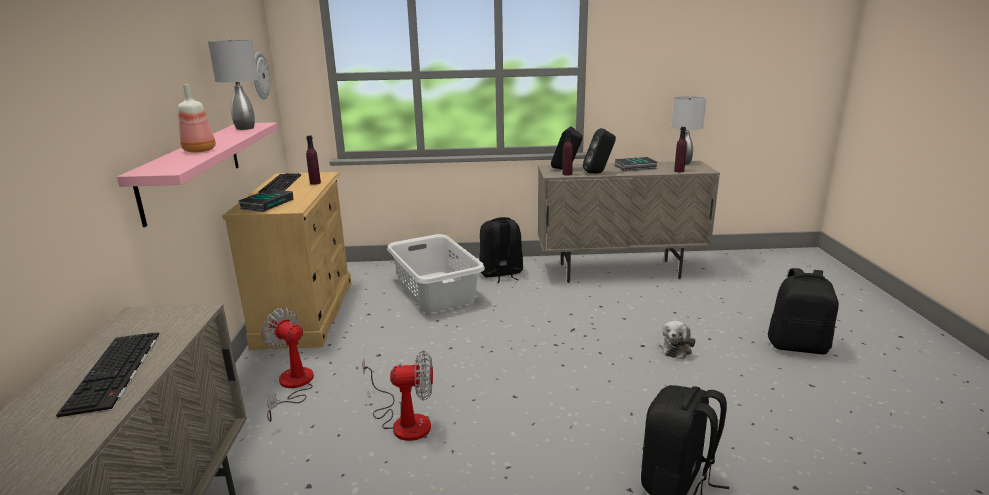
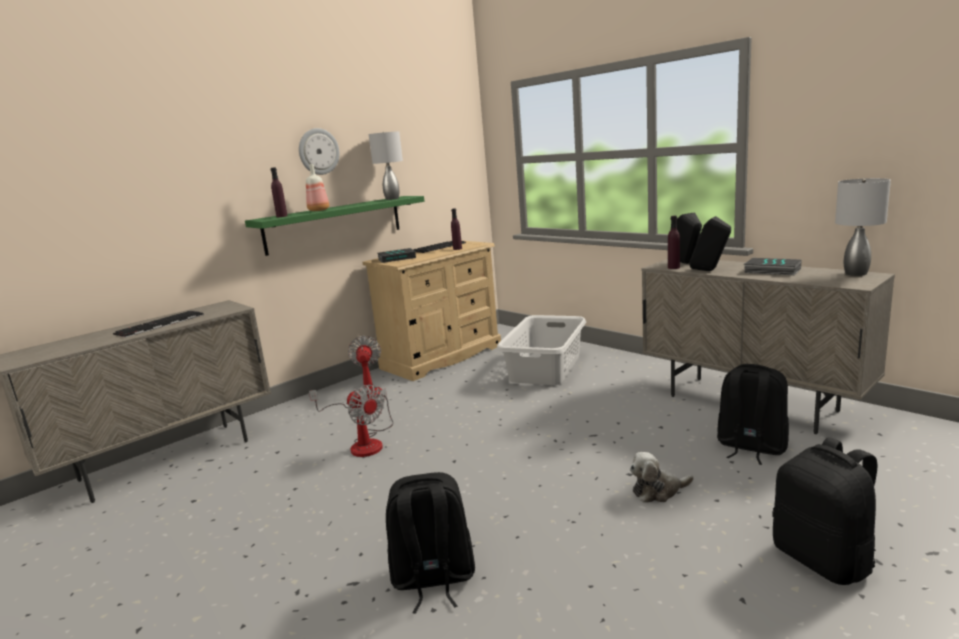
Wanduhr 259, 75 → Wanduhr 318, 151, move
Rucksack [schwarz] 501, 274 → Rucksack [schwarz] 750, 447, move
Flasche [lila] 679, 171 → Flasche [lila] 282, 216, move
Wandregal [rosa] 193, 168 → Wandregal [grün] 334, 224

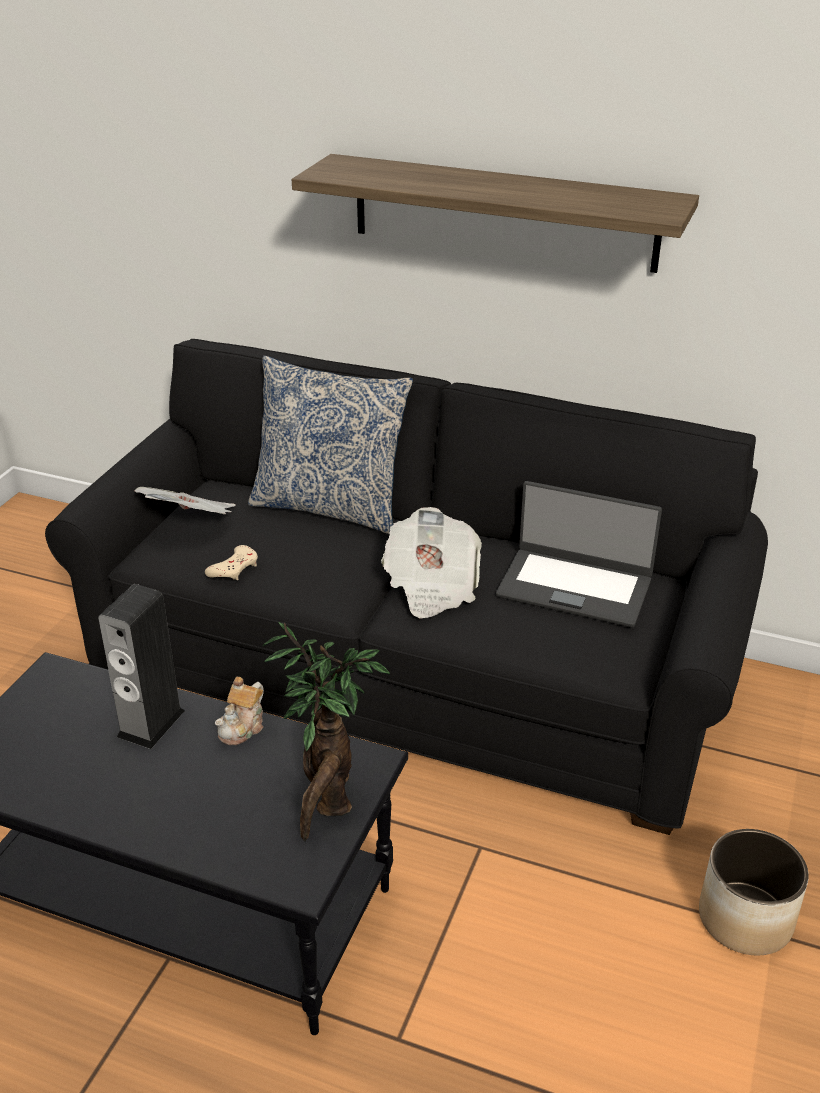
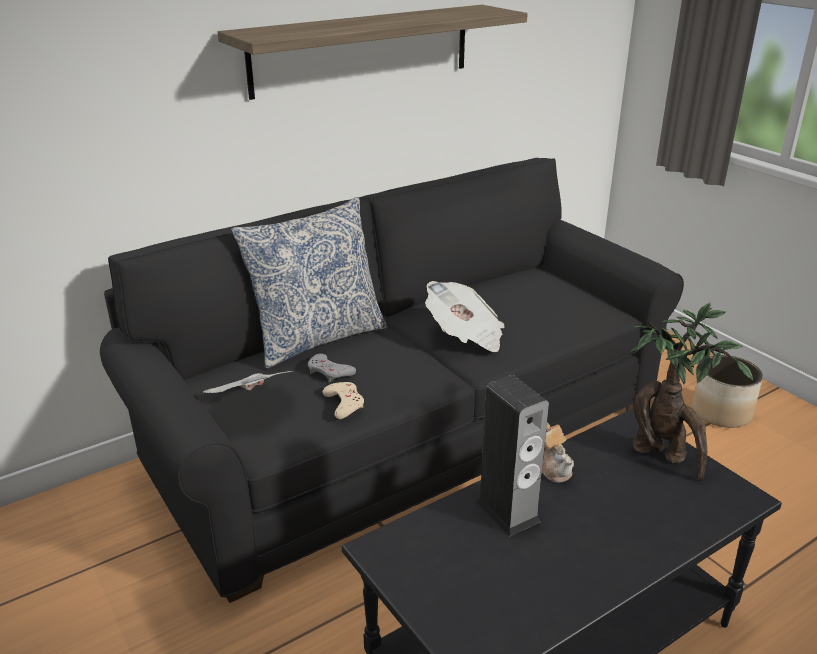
Laptop 575, 586 → -
- → Gamepad [grau] 329, 372

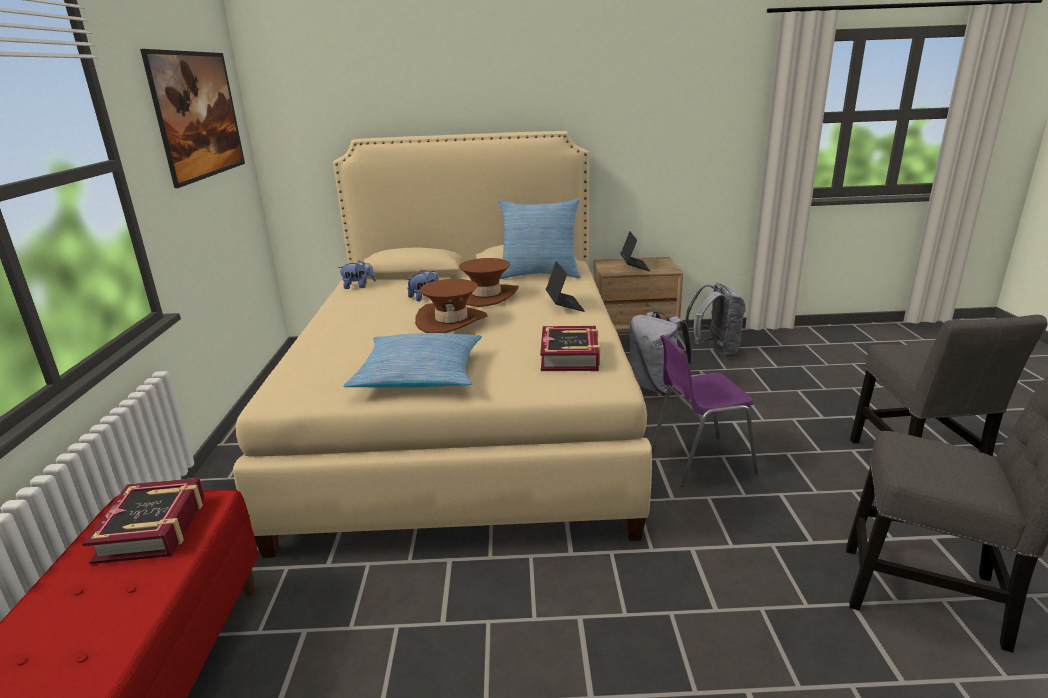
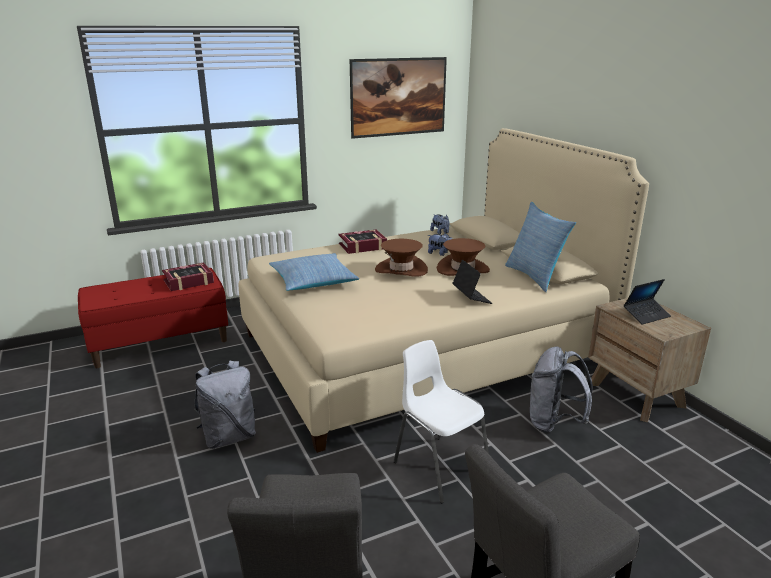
Buch 570, 356 → Buch 362, 246, move
Rucksack [grau] 714, 351 → Rucksack [grau] 229, 437, move
Stuhl [lila] 698, 461 → Stuhl [weiß] 439, 466
Laptop 564, 305 → Laptop 471, 297, 75 degrees counterclockwise

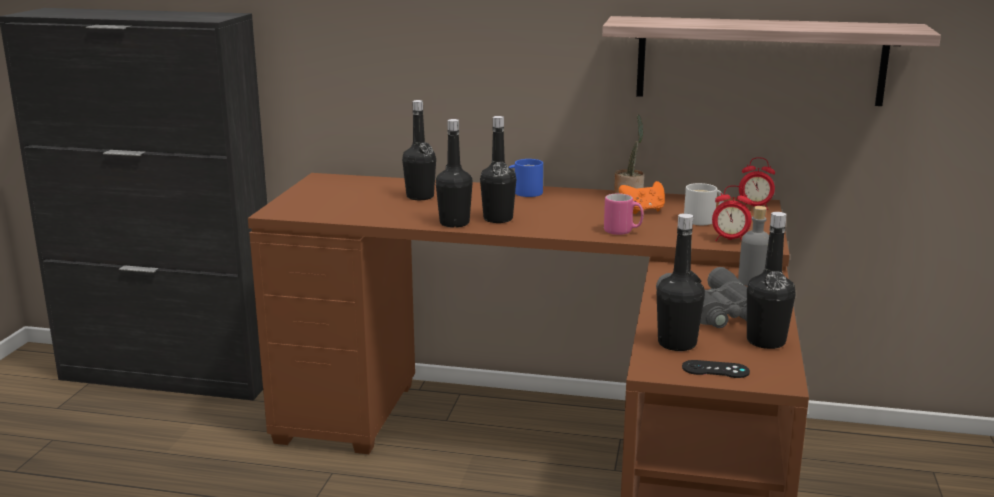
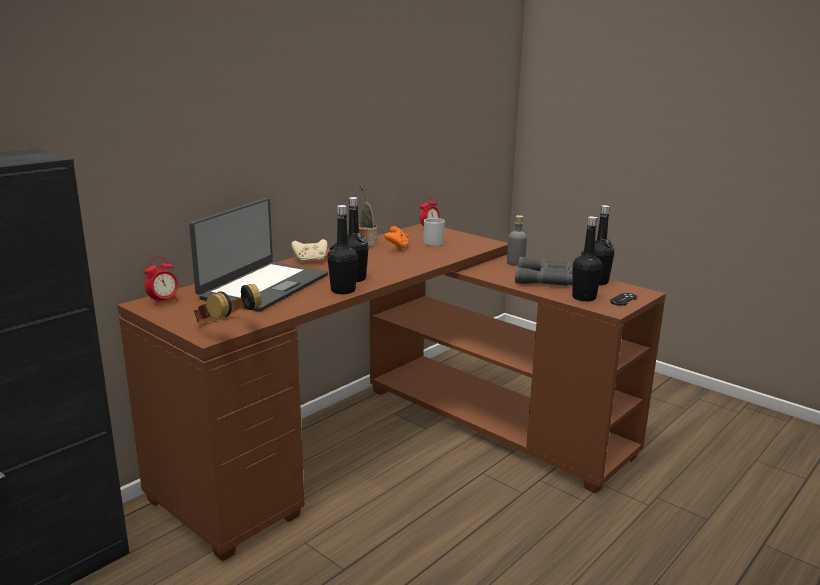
Wandregal 759, 60 → -
Henkelbecher [rosa] 623, 232 → -
- → Kopfhörer 226, 328
Wecker 729, 240 → Wecker 163, 301, move
Flasche [schwarz] 420, 197 → Laptop 263, 286
Henkelbecher [blau] 525, 192 → Gamepad [beige] 310, 261

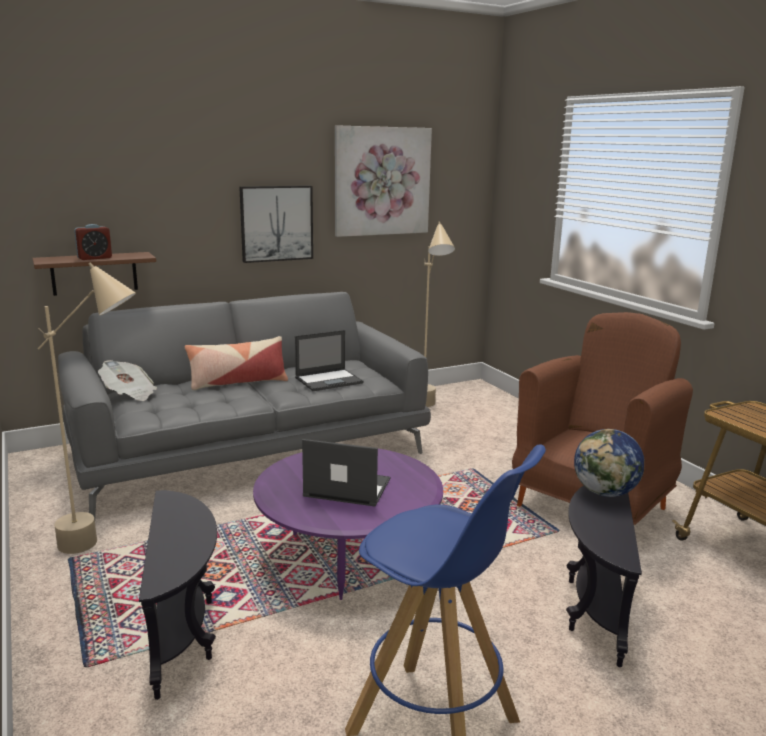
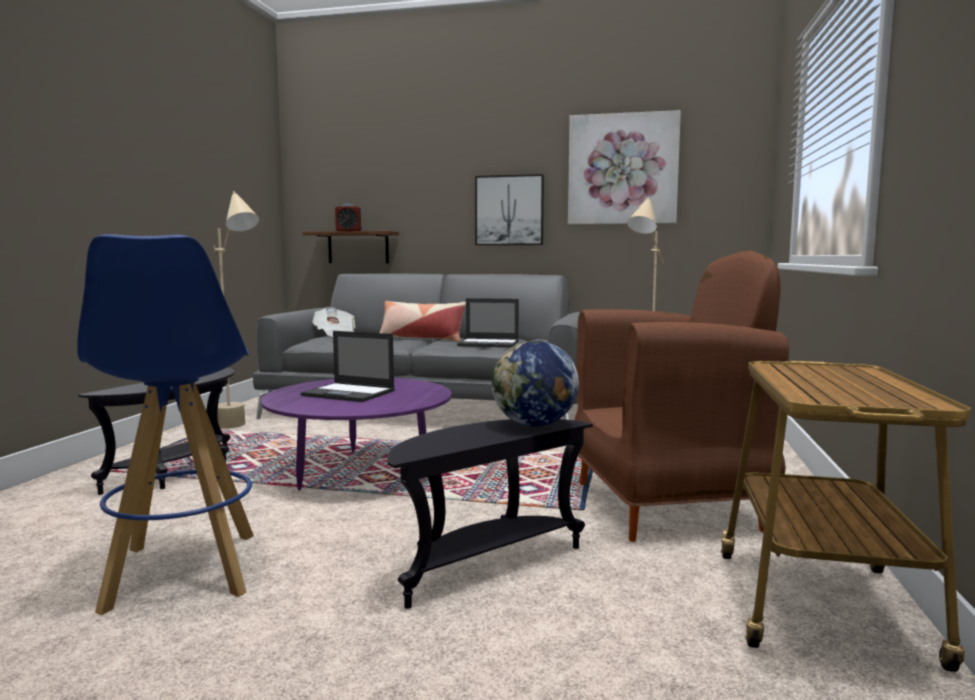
Laptop 346, 487 → Laptop 349, 393, 150 degrees clockwise

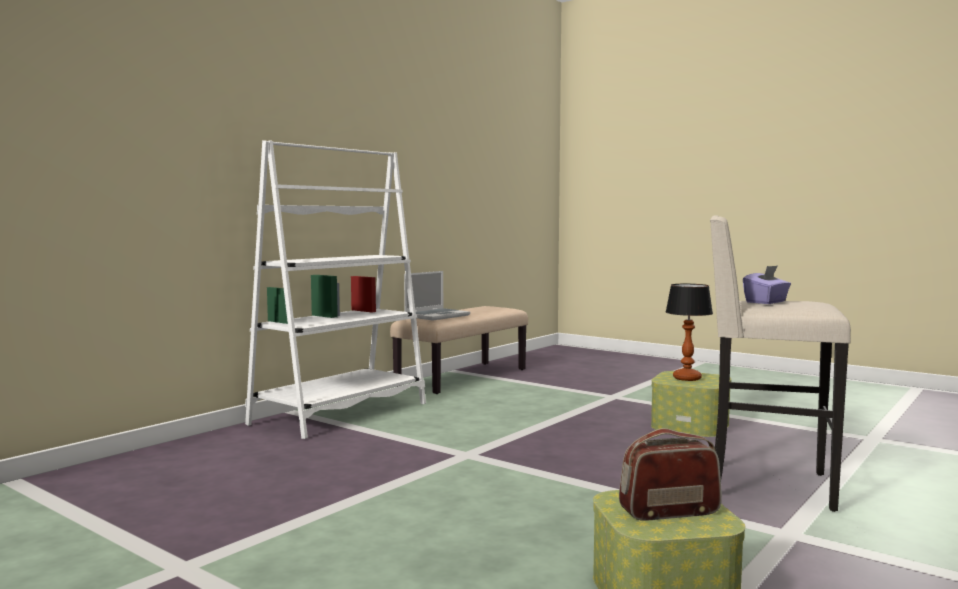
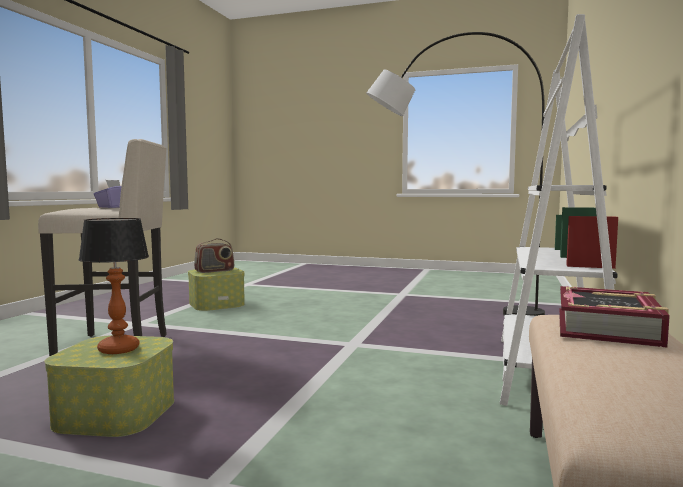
- → Stehlampe [grau] 447, 313
Laptop 437, 316 → Buch 608, 328

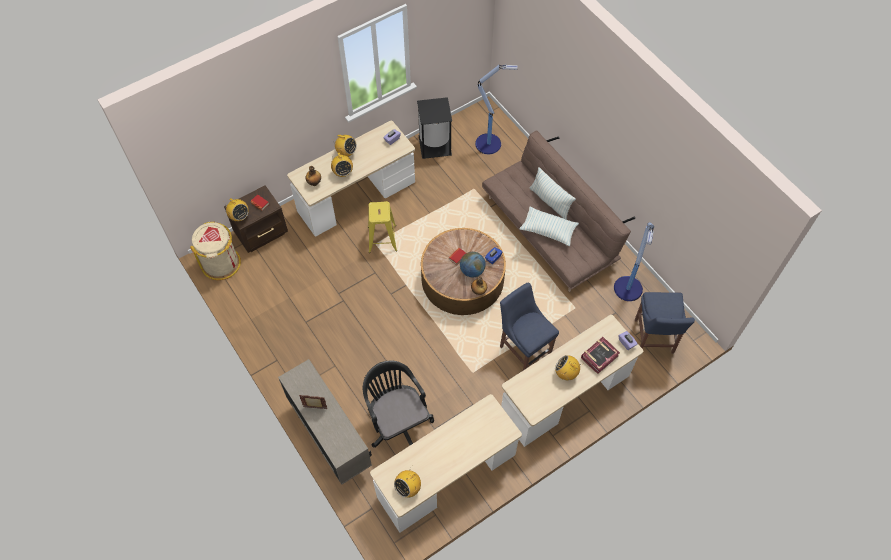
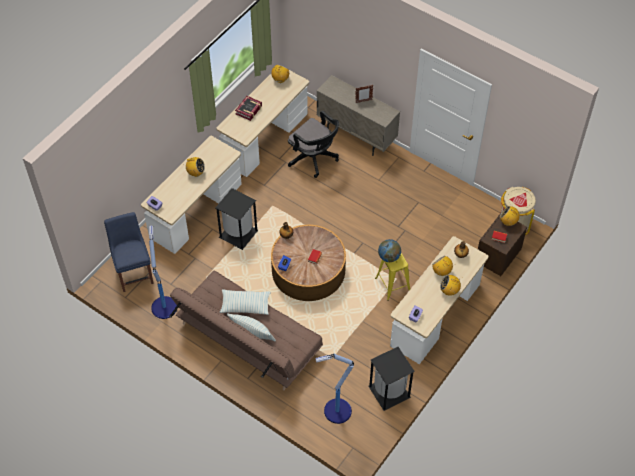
Globus 472, 271 → Globus 389, 257, move
Buch 599, 356 → Buch 249, 110, move
Stuhl [blau] 524, 348 → Mülleimer [schwarz] 238, 234

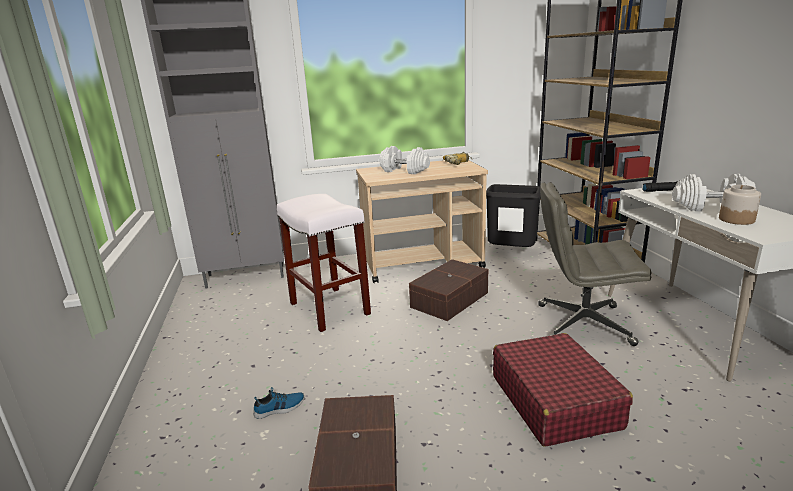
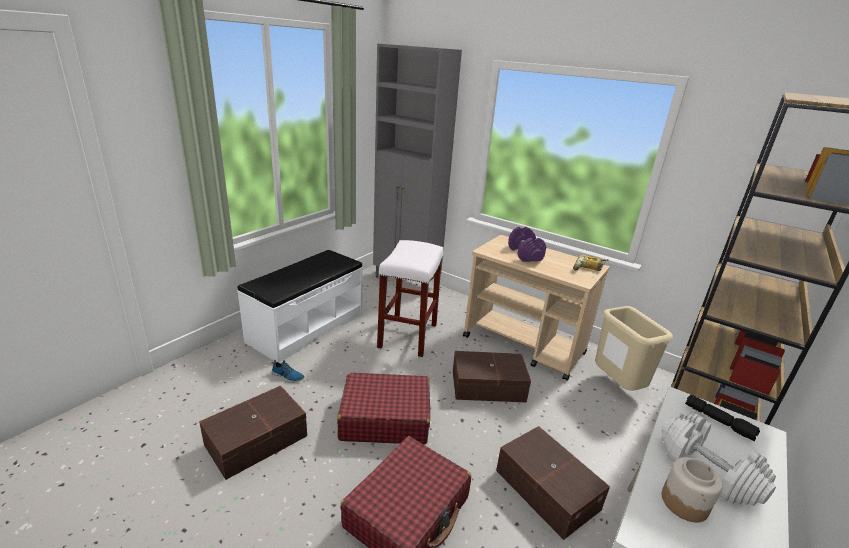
- → Bank [weiß] 306, 327
- → Koffer [rot] 384, 418
Bürostuhl [grau] 582, 324 → Aufbewahrungsbox [braun] 547, 488
Hantel [weiß] 404, 170 → Hantel [lila] 525, 254
Mülleimer [schwarz] 510, 254 → Mülleimer [beige] 616, 386

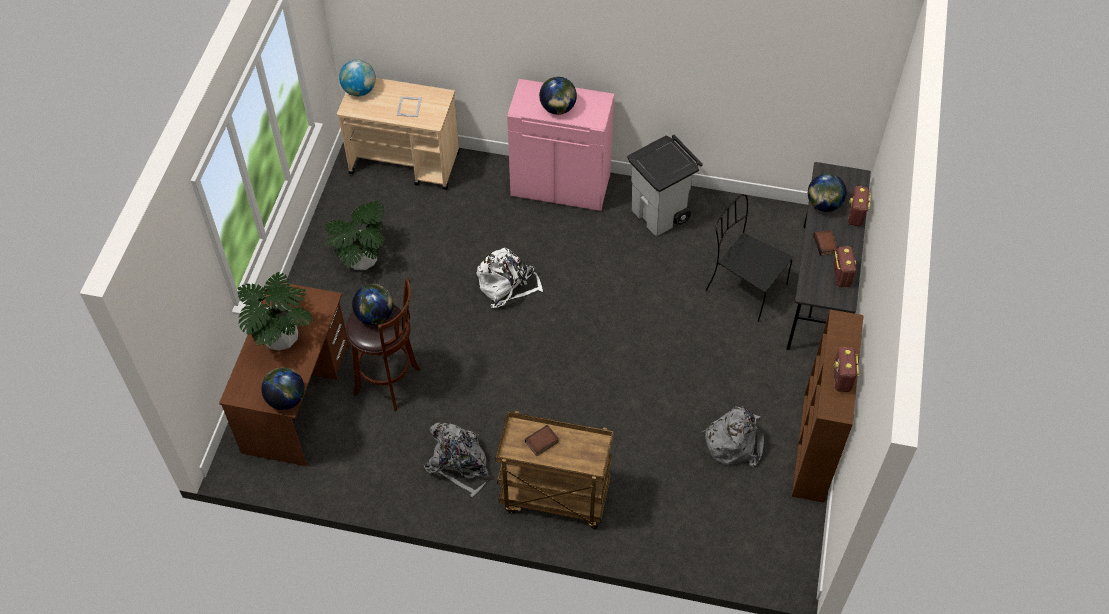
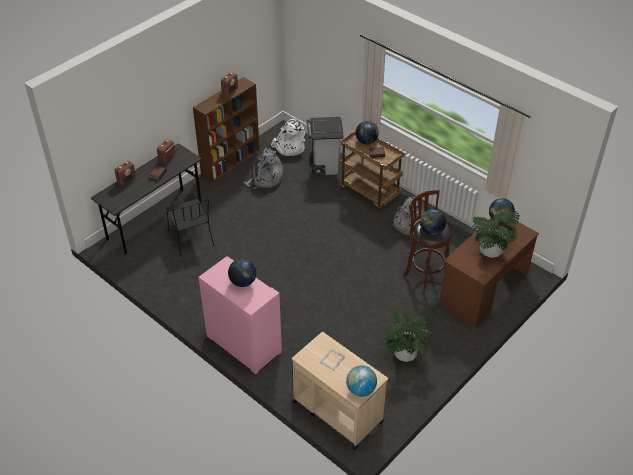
Rucksack [weiß] 507, 285 → Rucksack [weiß] 289, 147, move
Mülleimer [grau] 660, 214 → Mülleimer [grau] 324, 166, move
Globus 823, 205 → Globus 366, 141, move

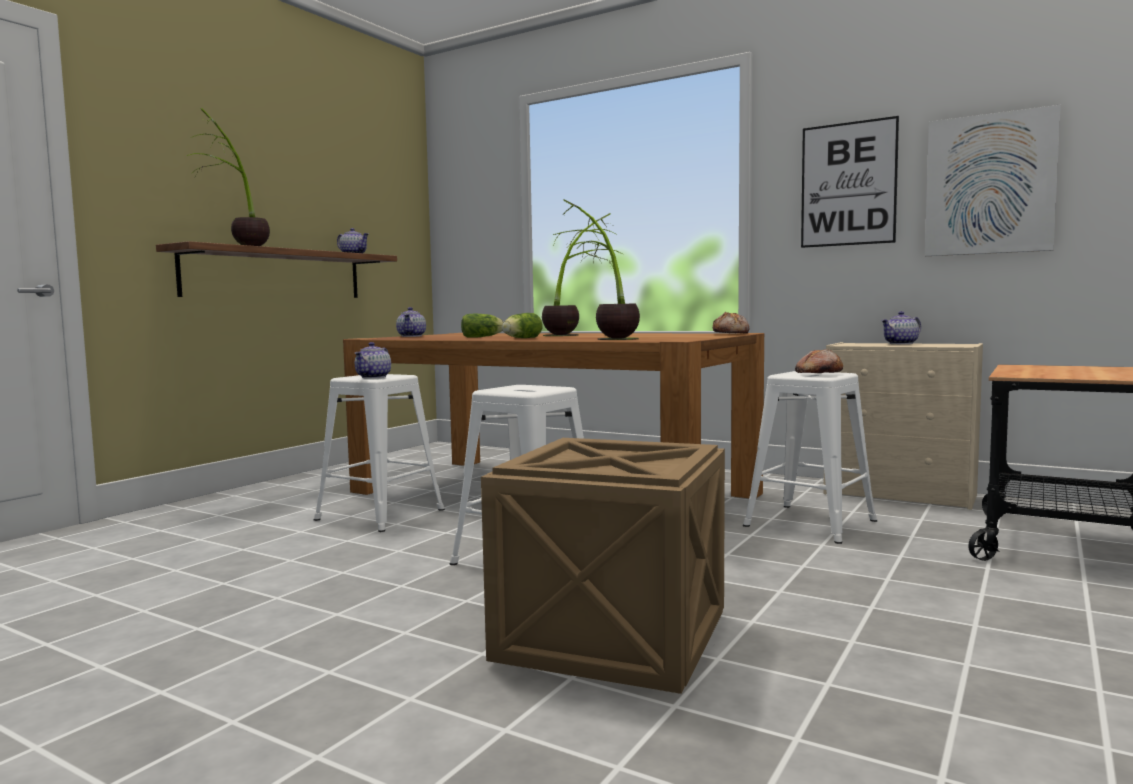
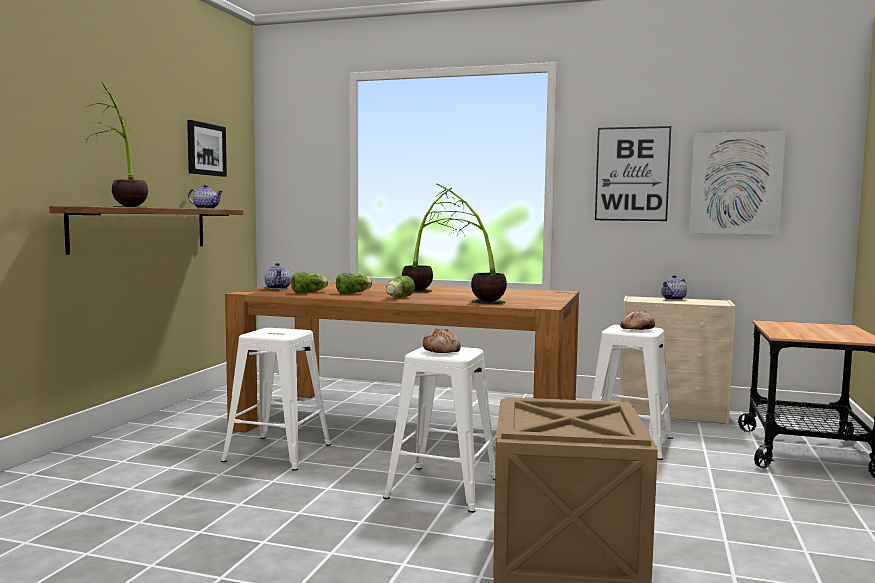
Teekanne 374, 377 → -
- → Bild 205, 149
- → Salatkopf 310, 292
Brot 731, 333 → Brot 442, 350, move

